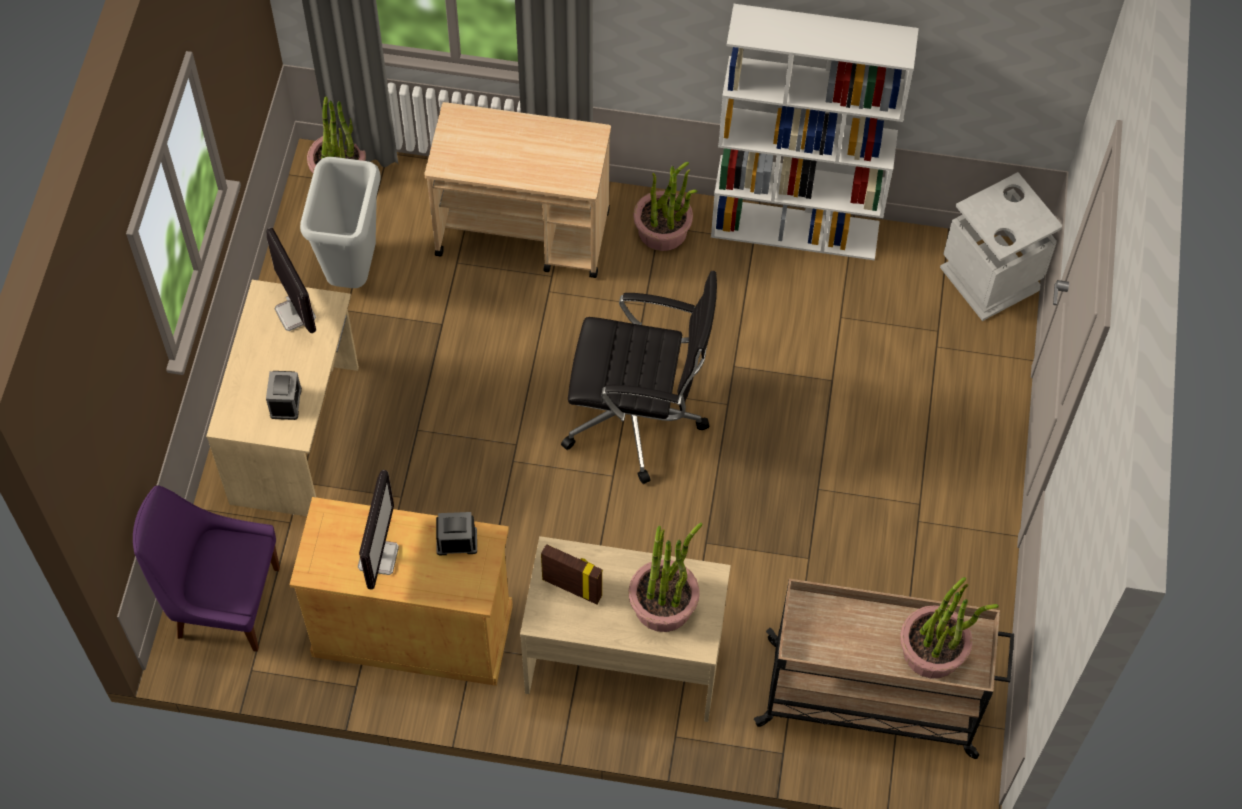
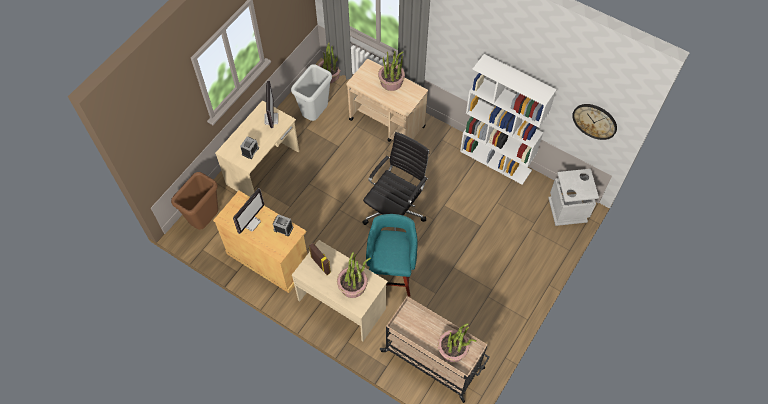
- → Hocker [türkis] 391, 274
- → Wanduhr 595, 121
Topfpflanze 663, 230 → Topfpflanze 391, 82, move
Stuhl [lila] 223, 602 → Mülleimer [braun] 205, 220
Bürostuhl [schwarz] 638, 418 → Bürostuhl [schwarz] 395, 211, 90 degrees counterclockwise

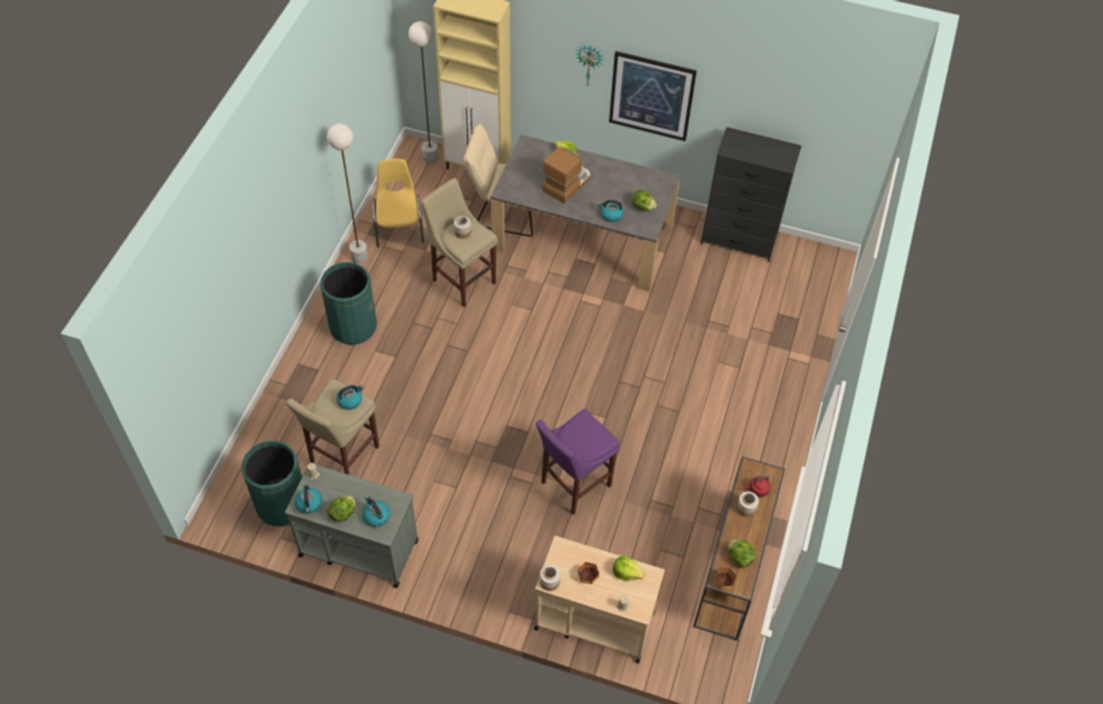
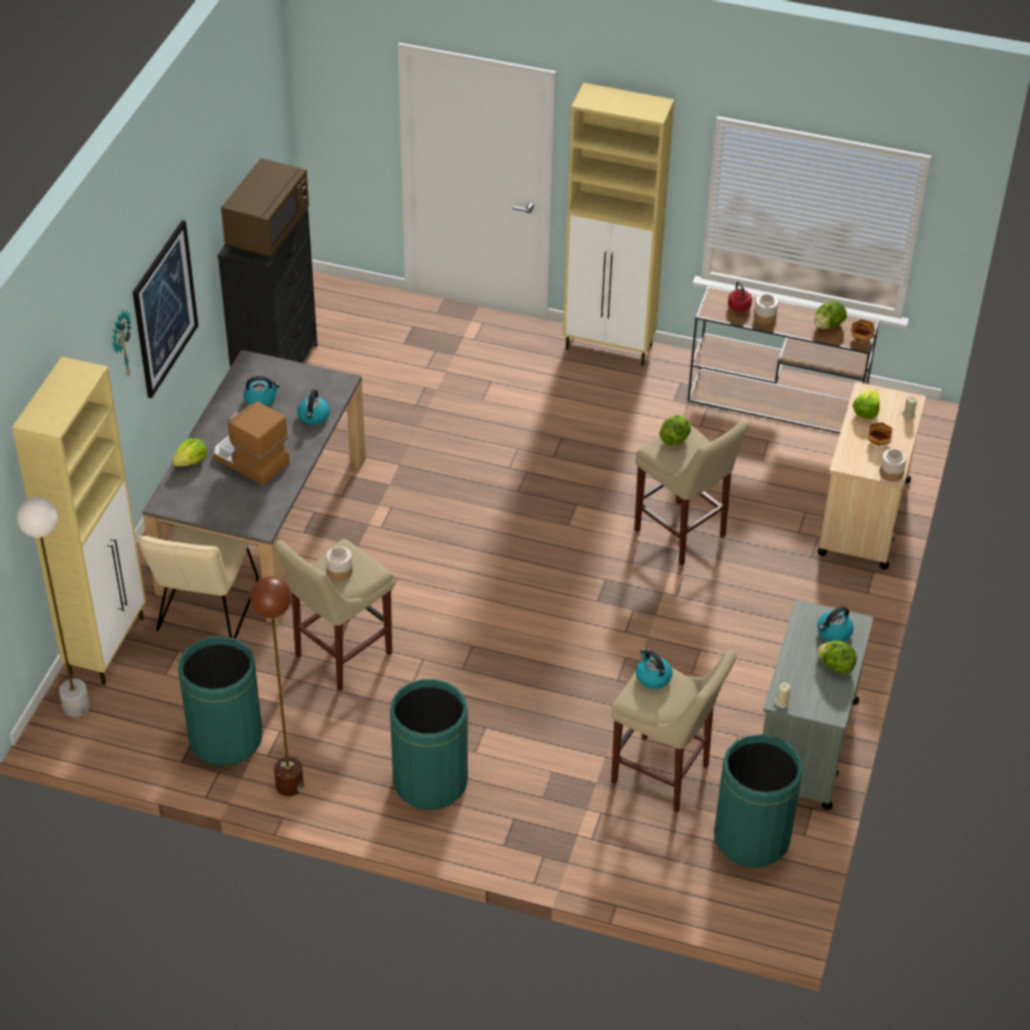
- → Mikrowelle [braun] 267, 229
- → Schrank [beige] 610, 347
Wasserkessel 309, 504 → Wasserkessel 261, 399, move
Salatkopf 643, 207 → Salatkopf 675, 439, move
Stuhl [gelb] 399, 226 → Mülleimer [grün] 225, 739
Stehlampe [weiß] 359, 257 → Stehlampe [braun] 289, 785
Hocker [lila] 573, 485 → Hocker [beige] 683, 535

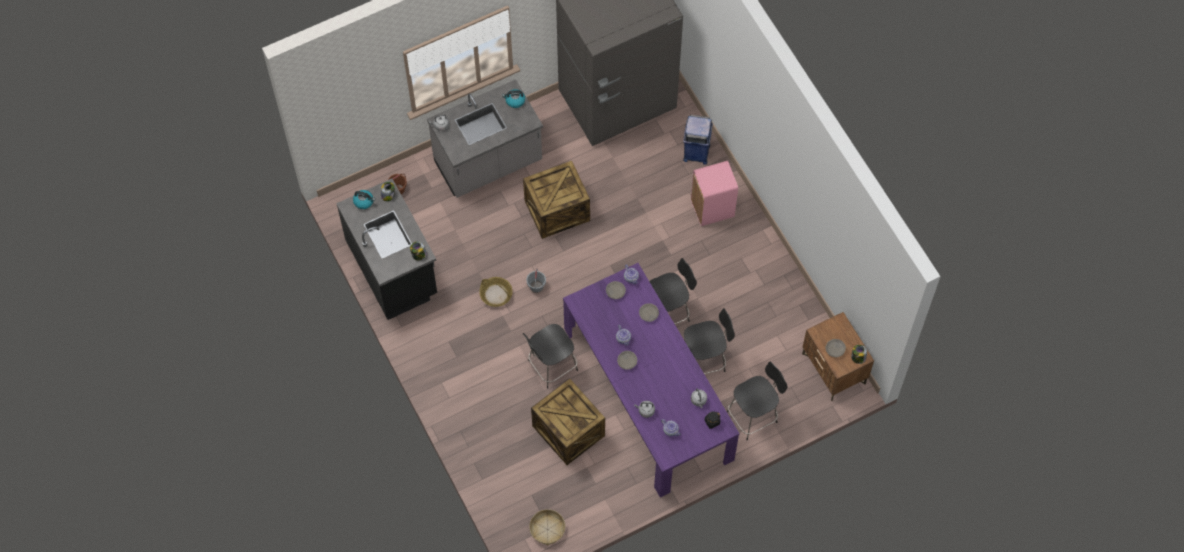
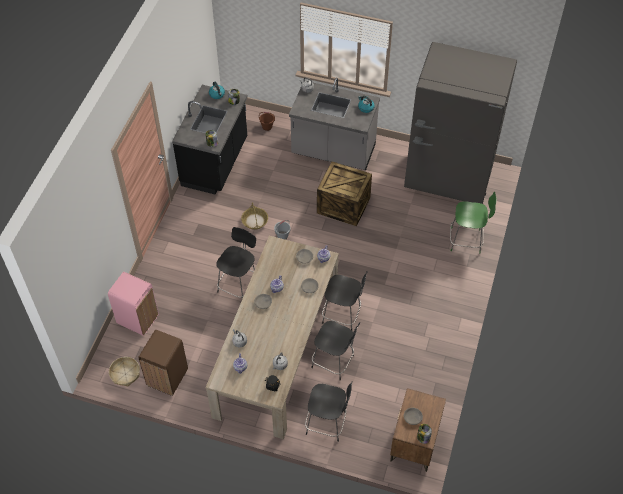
Kiste 567, 431 → -
- → Mülleimer [braun] 167, 377
Mülleimer [rosa] 712, 209 → Mülleimer [rosa] 138, 320, move
Mülleimer [blau] 696, 152 → Stuhl [grün] 467, 240
Esstisch [lila] 648, 393 → Esstisch [beige] 277, 350
Stuhl [schwarz] 551, 366 → Stuhl [schwarz] 238, 285, 105 degrees clockwise

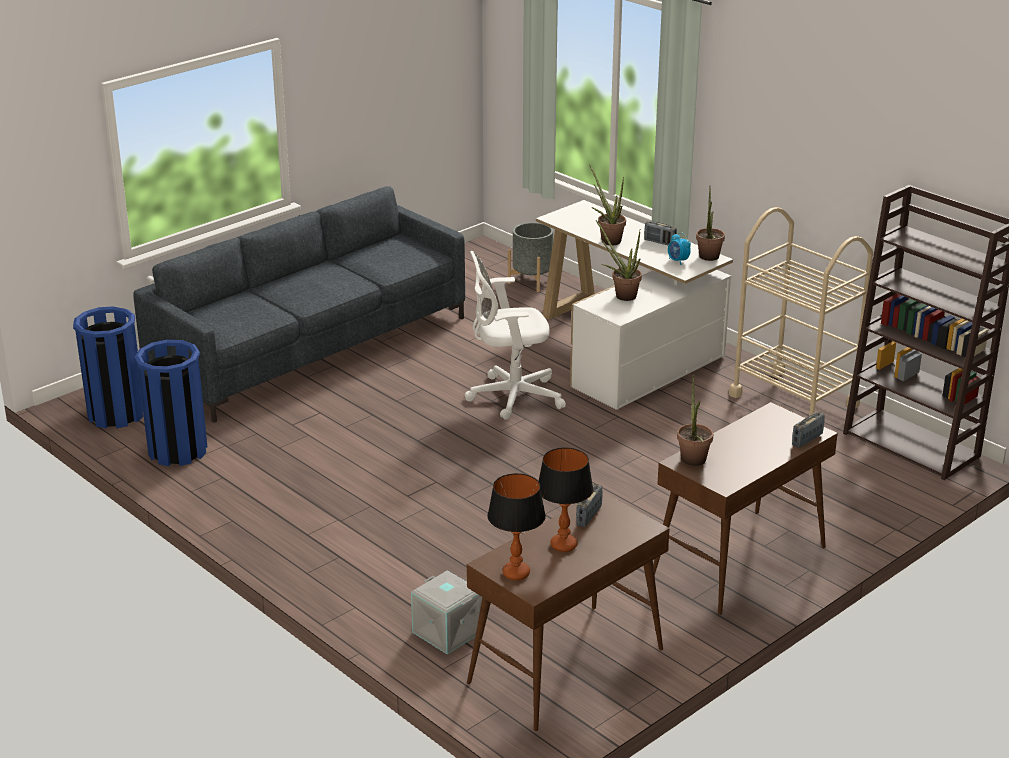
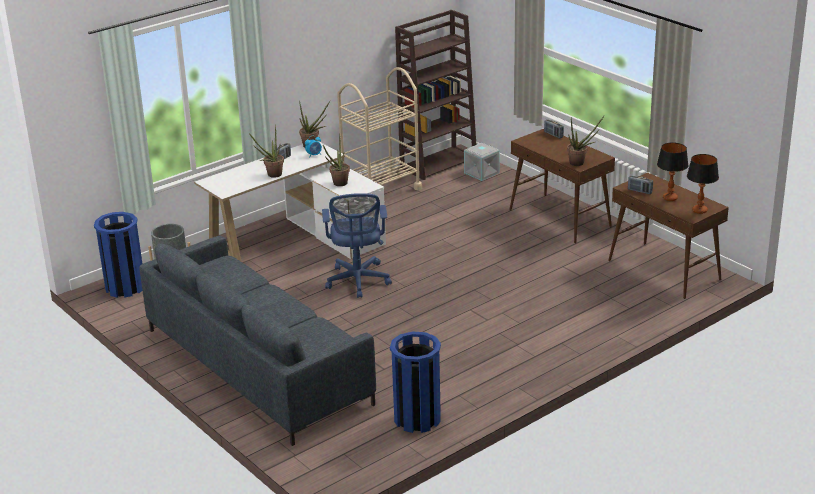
Mülleimer [blau] 116, 414 → Mülleimer [blau] 125, 287, move
Aufbewahrungsbox [grau] 446, 632 → Aufbewahrungsbox [grau] 482, 173, move
Bürostuhl [weiß] 510, 397 → Bürostuhl [blau] 358, 281

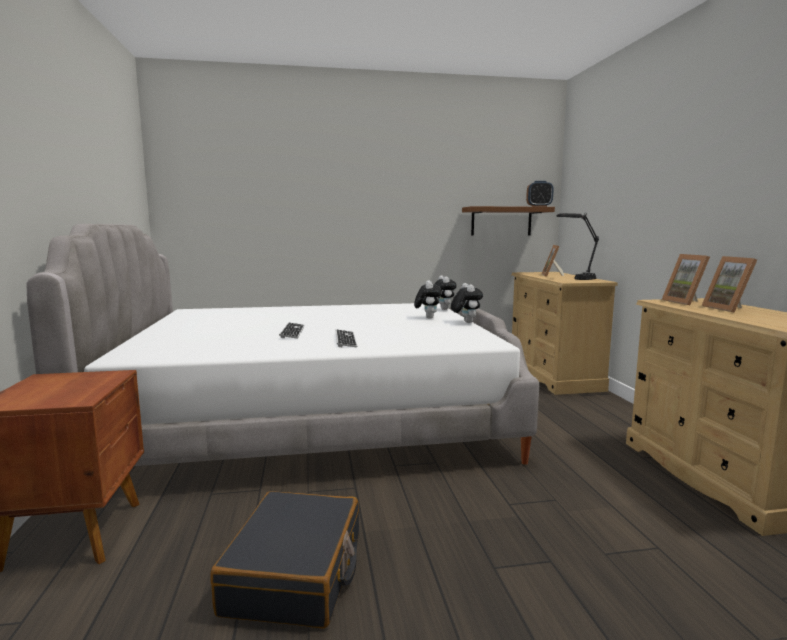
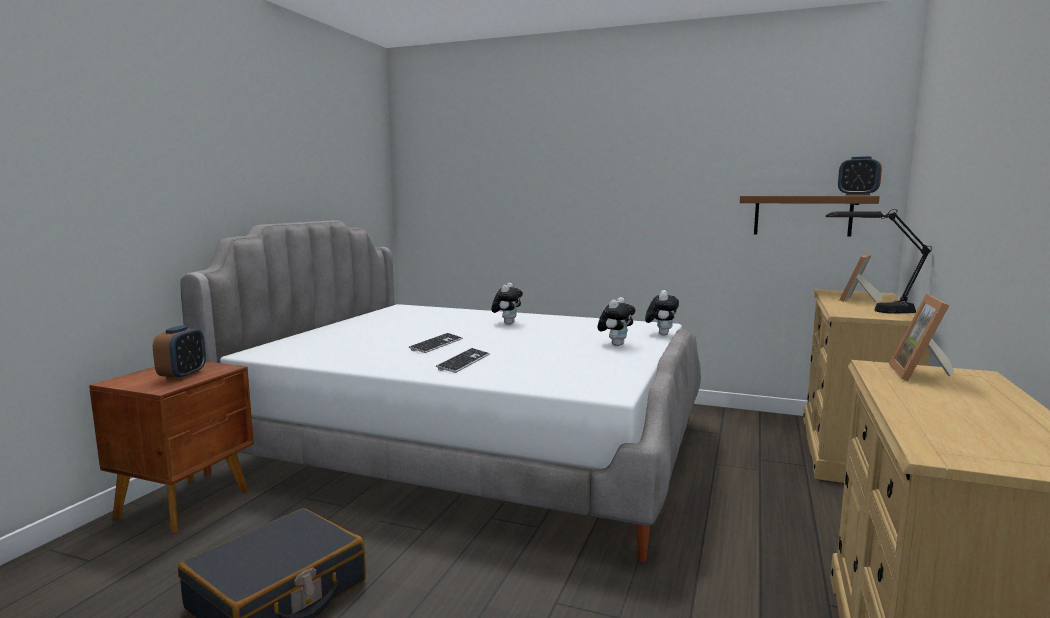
Bilderrahmen 729, 309 → -
- → Wecker 182, 375
Plüschtier 465, 322 → Plüschtier 507, 323, move

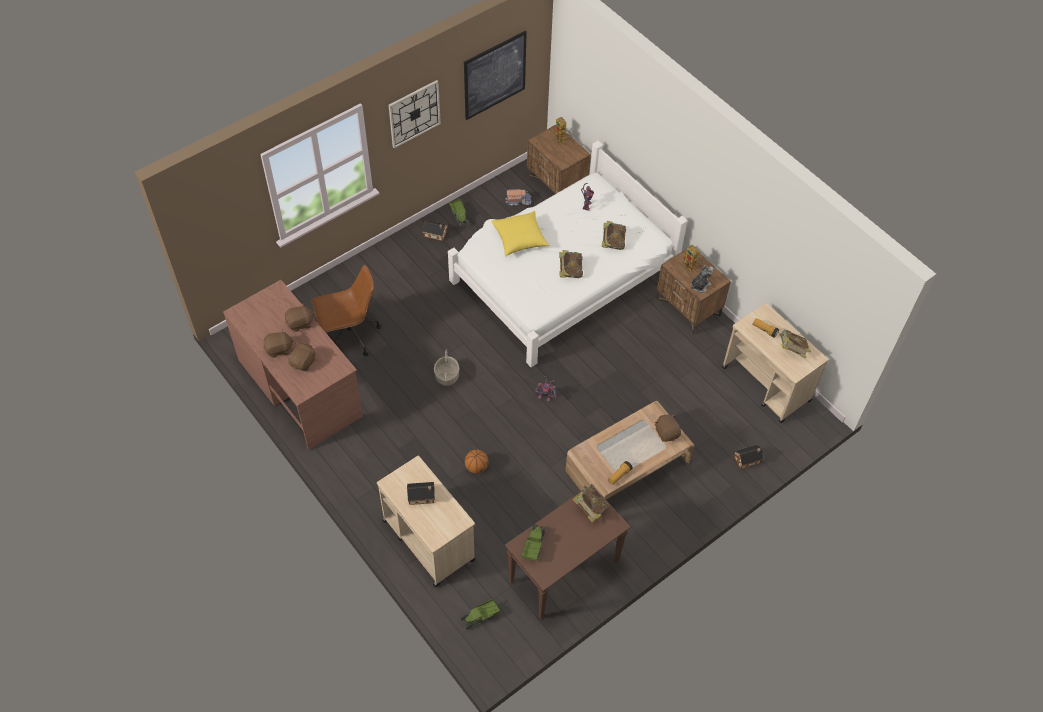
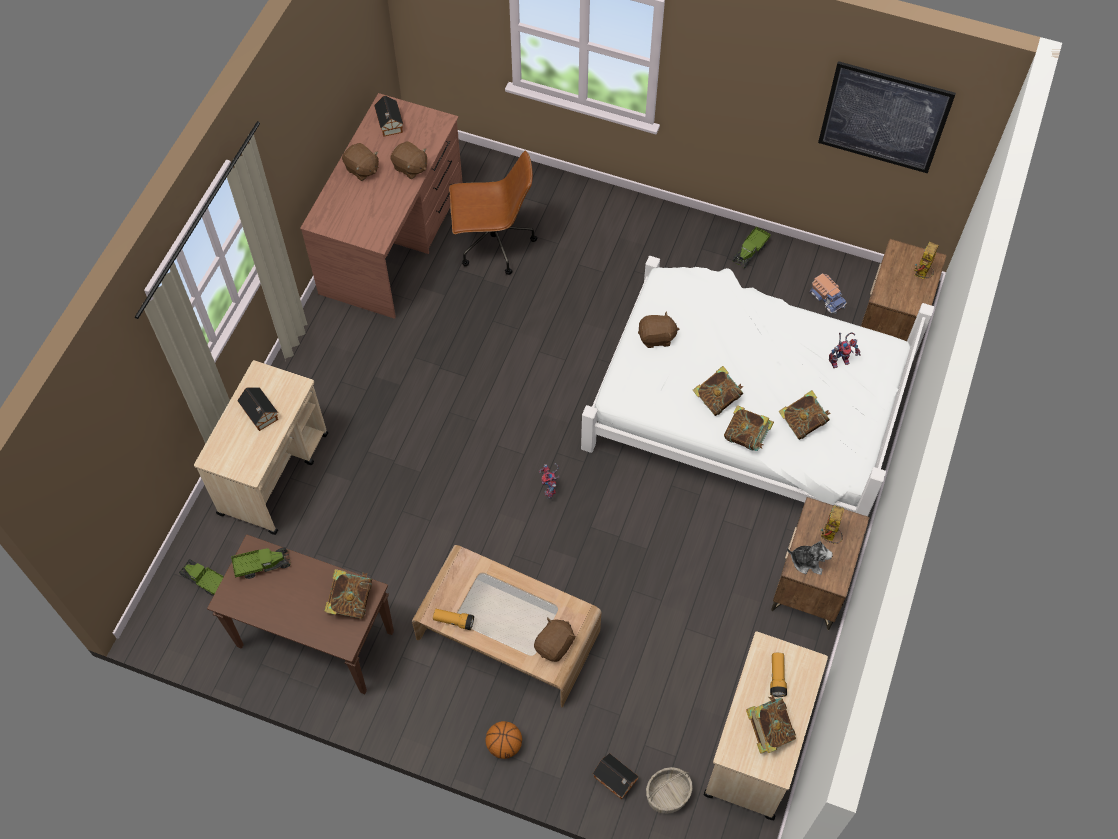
Wanduhr 414, 113 → -
Kissen [gelb] 520, 239 → -
- → Buch 746, 437
Plüschtier [braun] 303, 362 → Plüschtier [braun] 656, 337, move
Spielzeughaus 436, 234 → Spielzeughaus 390, 124, move
Korb 446, 376 → Korb 667, 794, move
Basketball 476, 467 → Basketball 504, 745, move
Bürostuhl [braun] 349, 336 → Bürostuhl [braun] 493, 244, 45 degrees counterclockwise

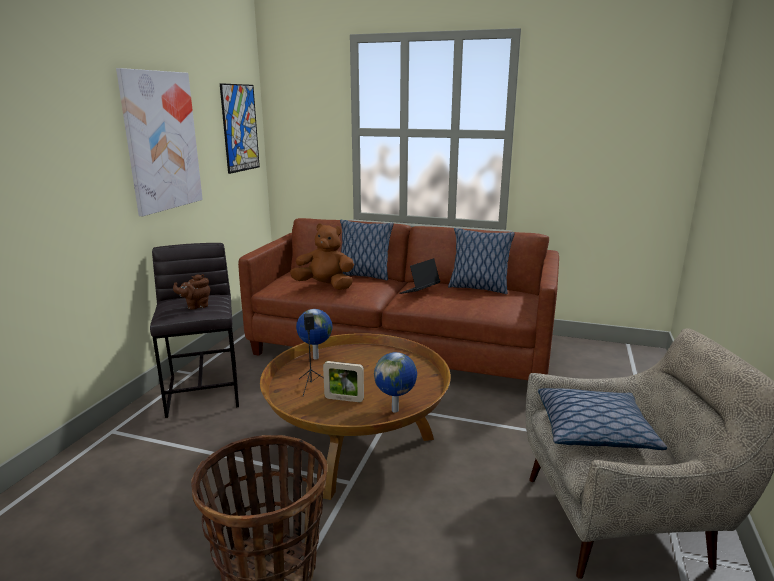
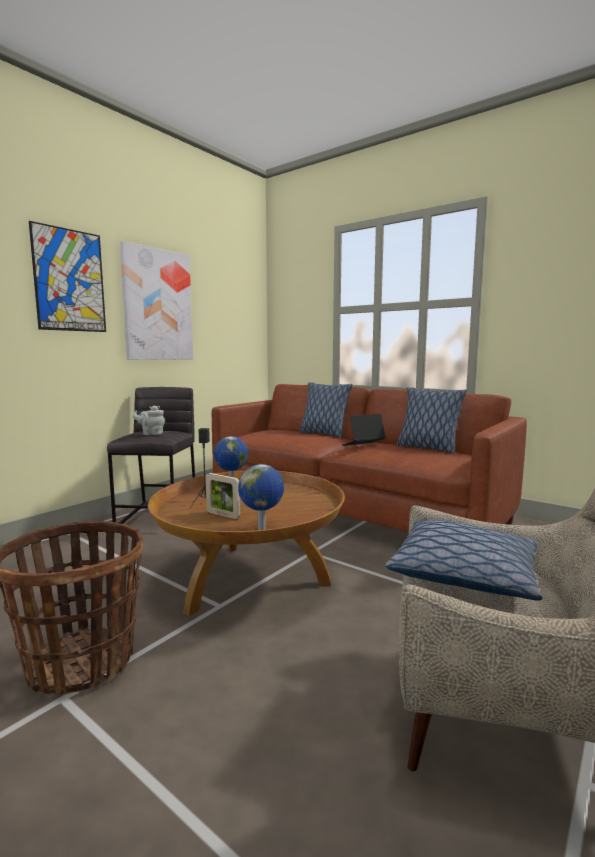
Plüschtier [braun] 325, 286 → -
Bild 240, 128 → Bild 69, 280, move
Teekanne [braun] 196, 306 → Teekanne [grau] 151, 434

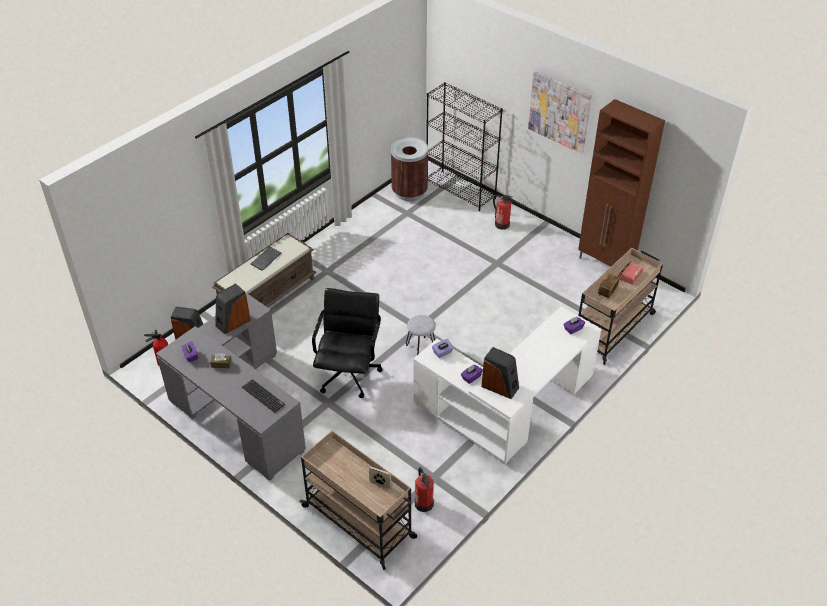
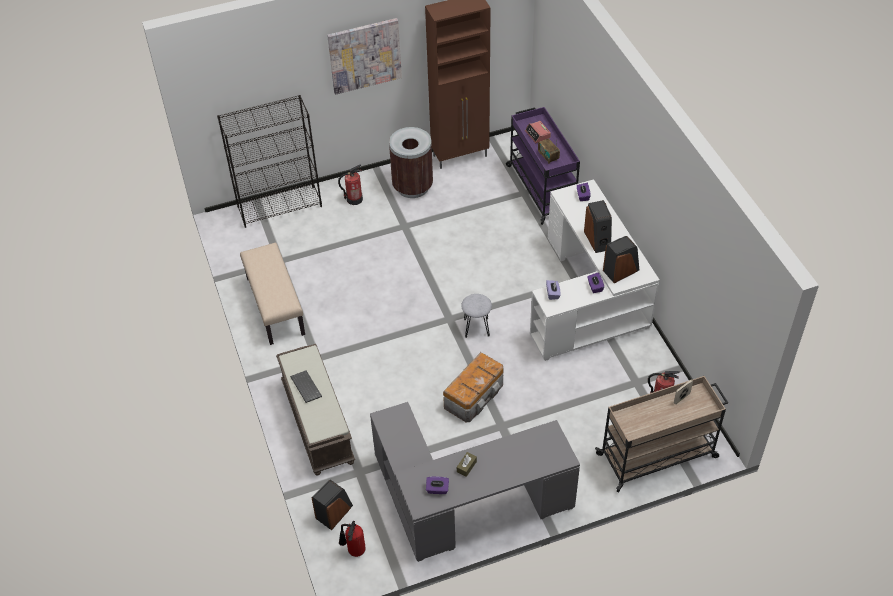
Tastatur 263, 396 → -
- → Bank [beige] 274, 306
Lautsprecher 233, 322 → Lautsprecher 598, 240, move
Mülleimer [braun] 409, 192 → Mülleimer [braun] 413, 186, move
Bürostuhl [schwarz] 349, 374 → Aufbewahrungsbox 475, 395
Rollwagen [beige] 613, 328 → Rollwagen [lila] 541, 188

